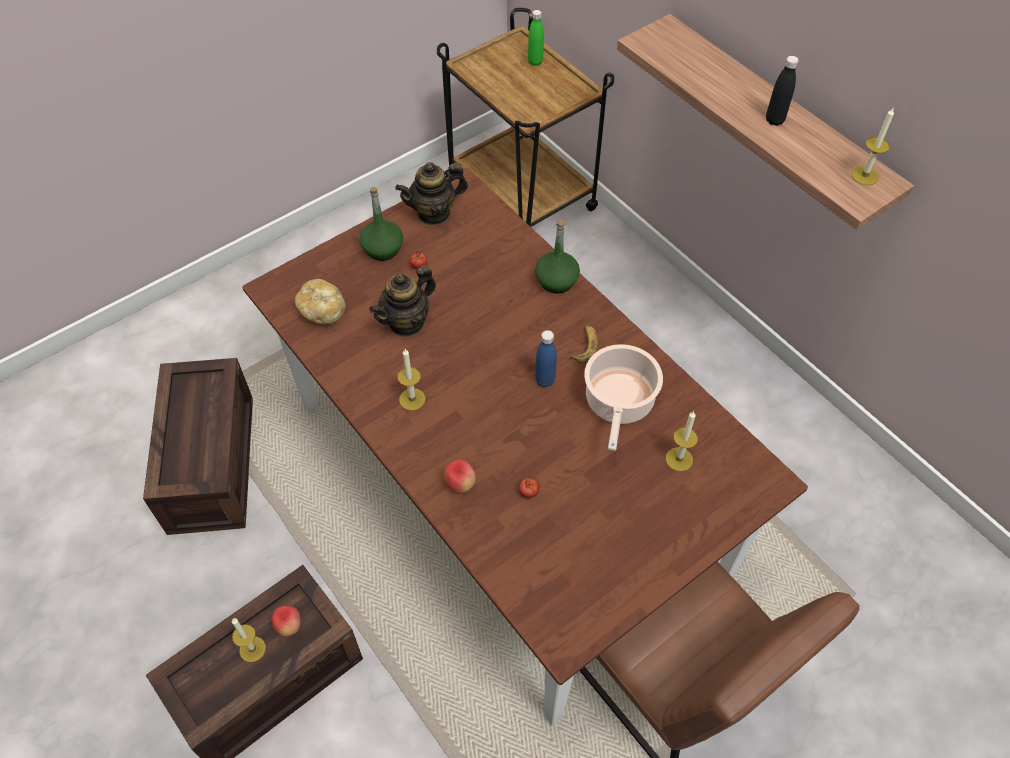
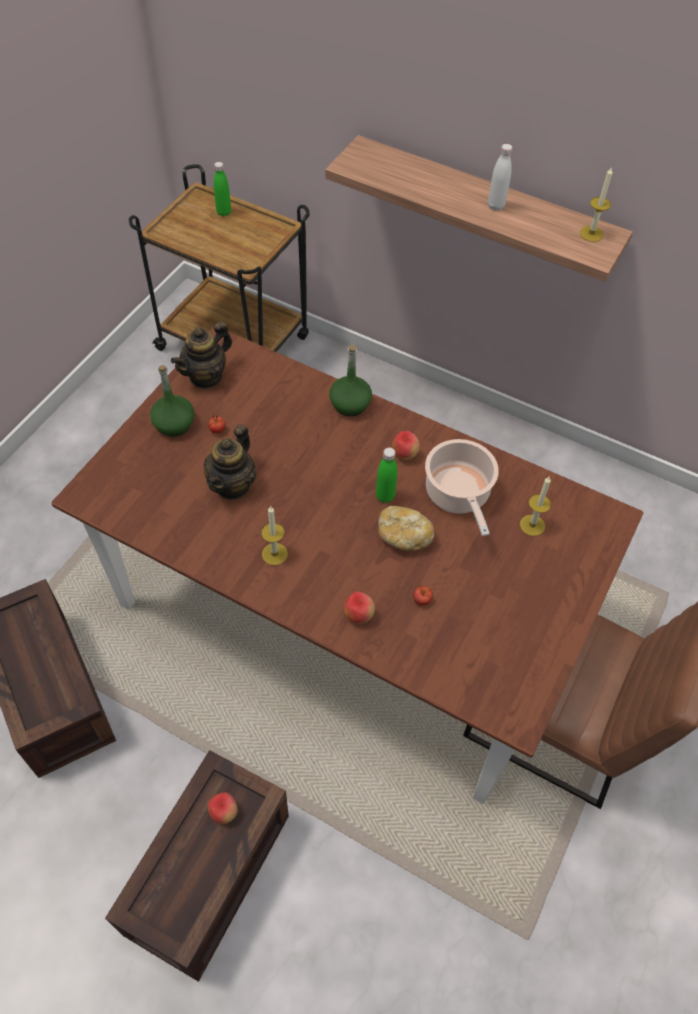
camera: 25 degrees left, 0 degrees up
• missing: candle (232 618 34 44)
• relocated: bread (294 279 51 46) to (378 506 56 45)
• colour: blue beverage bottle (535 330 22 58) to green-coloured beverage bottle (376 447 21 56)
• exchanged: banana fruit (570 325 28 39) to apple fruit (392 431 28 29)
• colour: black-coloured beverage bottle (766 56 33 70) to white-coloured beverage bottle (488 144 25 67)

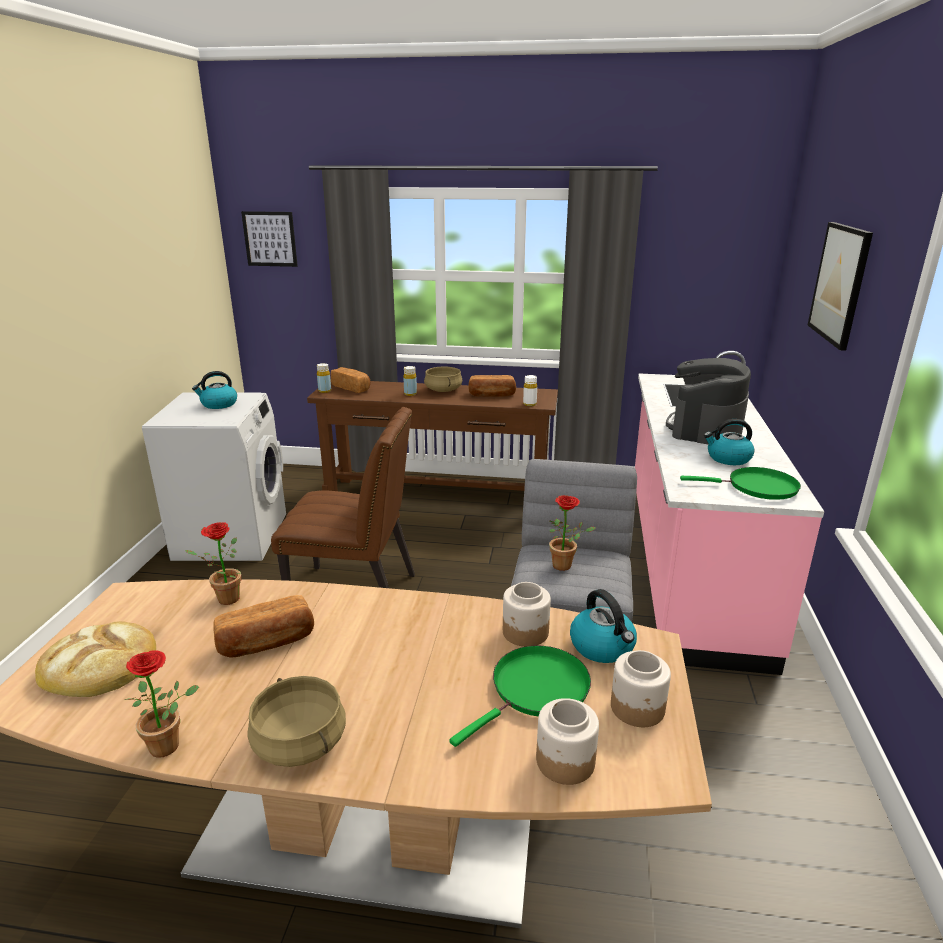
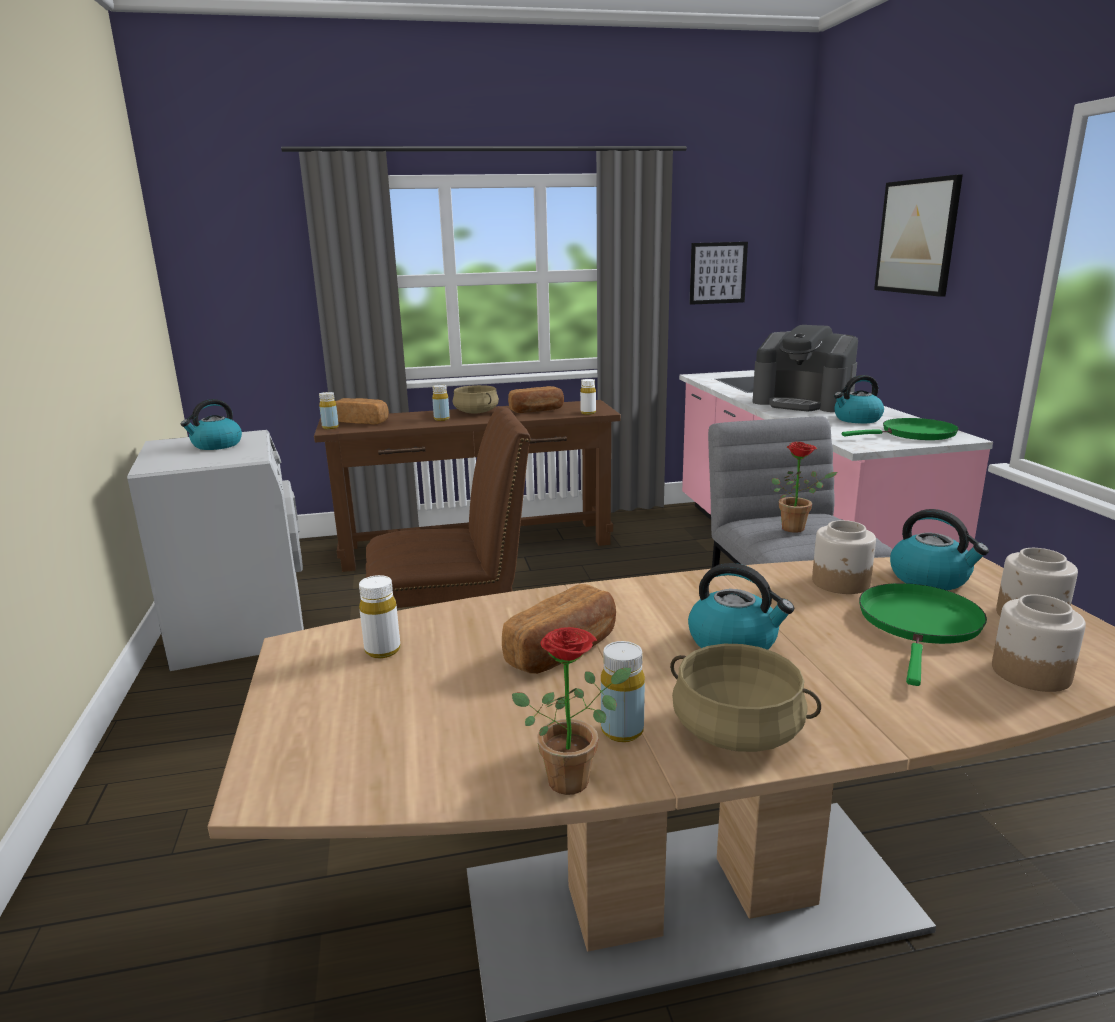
camera: 20 degrees left, 5 degrees down
• missing: bread (35 621 121 76)
• missing: plant in a pot (185 522 56 83)
• relocated: wall art (241 211 57 56) to (689 242 59 63)
• spun: coffee machine (666 358 85 86) = (752 325 106 87) 60 degrees counterclockwise
• appeared: white-coloured beverage bottle (359 575 41 83)
• appeared: yellowish beverage bottle (601 641 44 101)
• appeared: kettle (688 563 106 87)

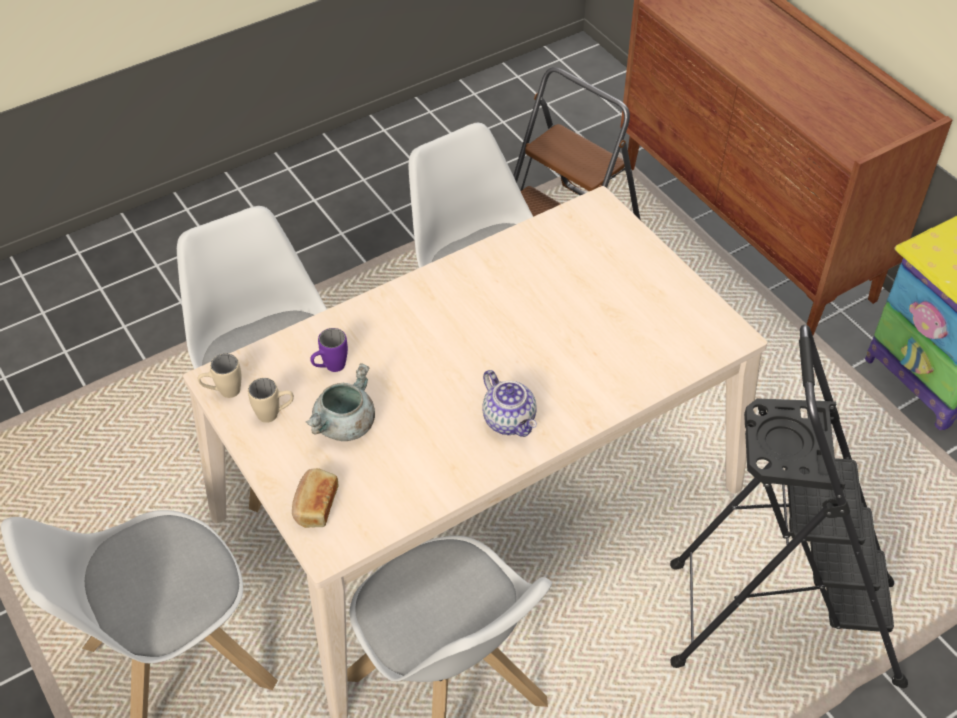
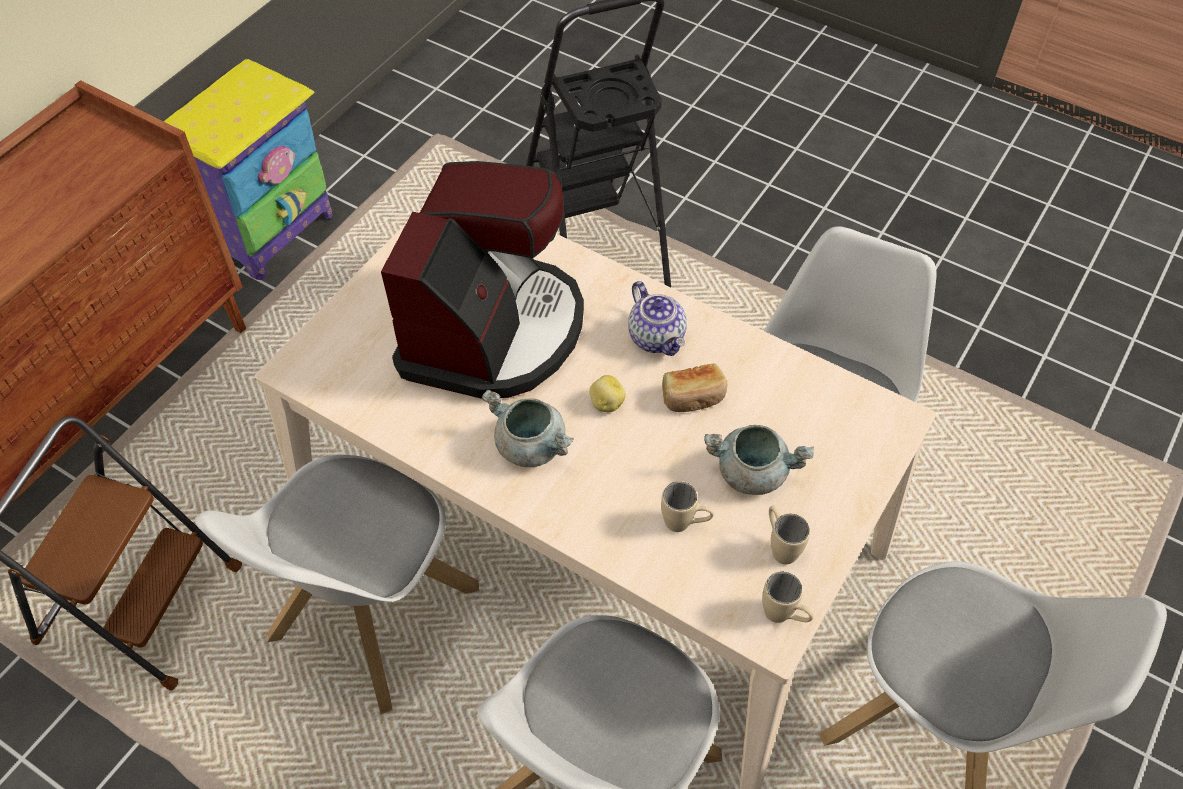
camera: 115 degrees left, 5 degrees up
• relocated: bread (292 468 46 60) to (662 363 66 49)
• colour: purplish mug (310 328 38 44) to sand-coloured mug (661 481 53 51)
• spun: pot for tea (482 370 55 67) = (628 281 59 75) 120 degrees clockwise
• appeared: coffee machine (381 161 203 238)
• appeared: gray cooking pot (482 390 92 77)
• appeared: potato (589 375 37 37)

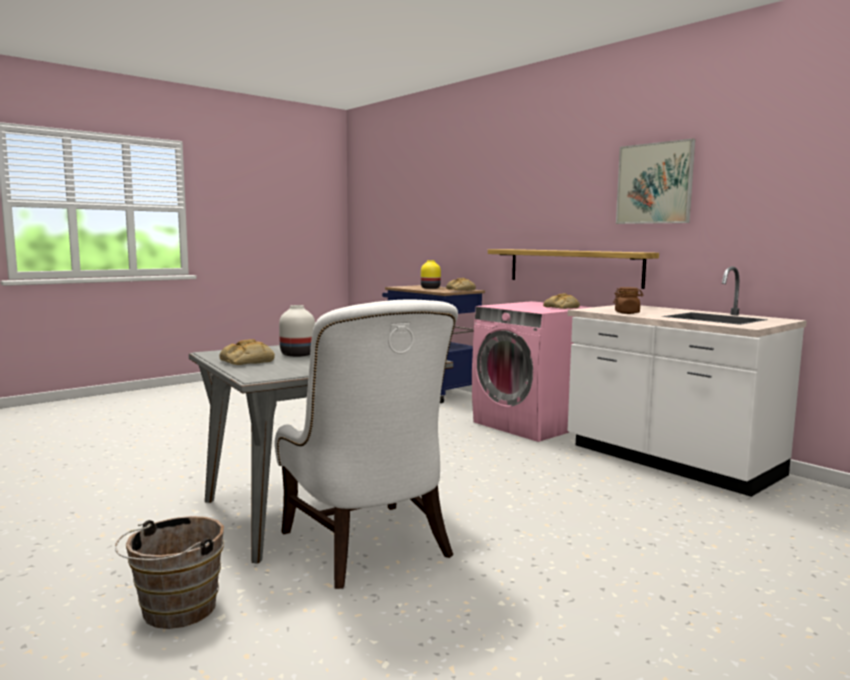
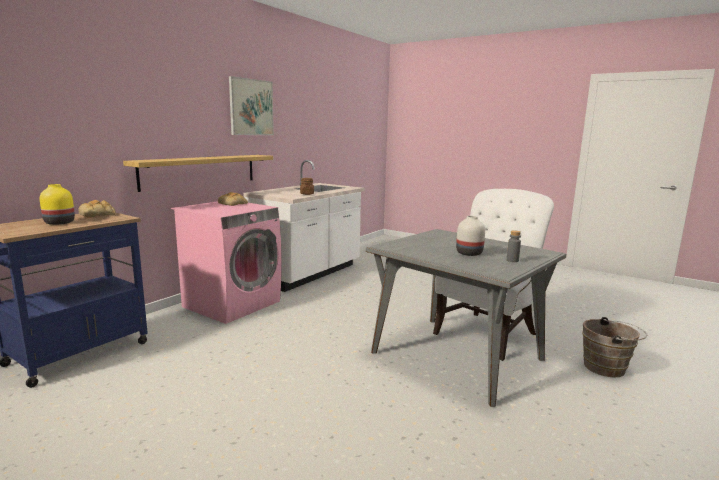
camera: 105 degrees left, 5 degrees up
• exchanged: bread (220 339 55 26) to gray beverage bottle (507 230 14 32)

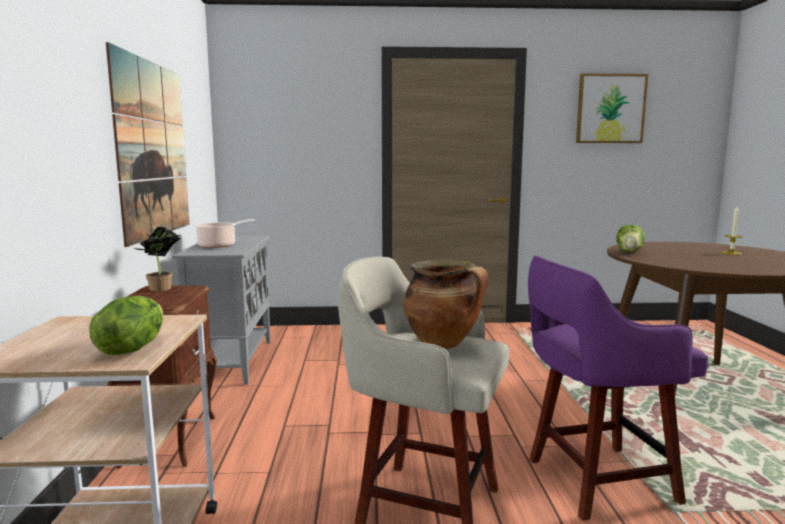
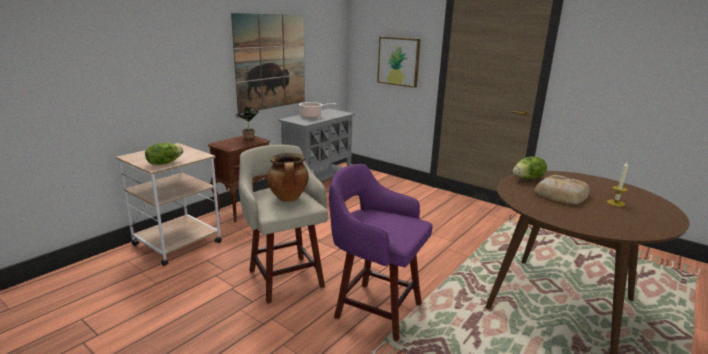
camera: 40 degrees right, 10 degrees up
• relocated: wall art (576 73 72 70) to (377 37 44 51)
• appeared: bread (534 175 56 30)

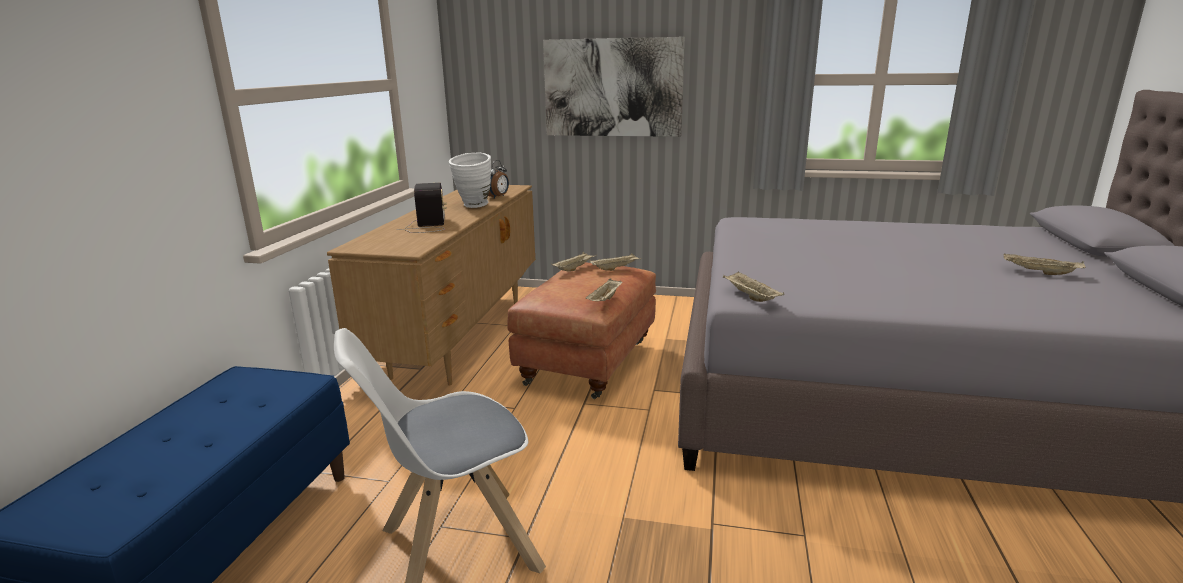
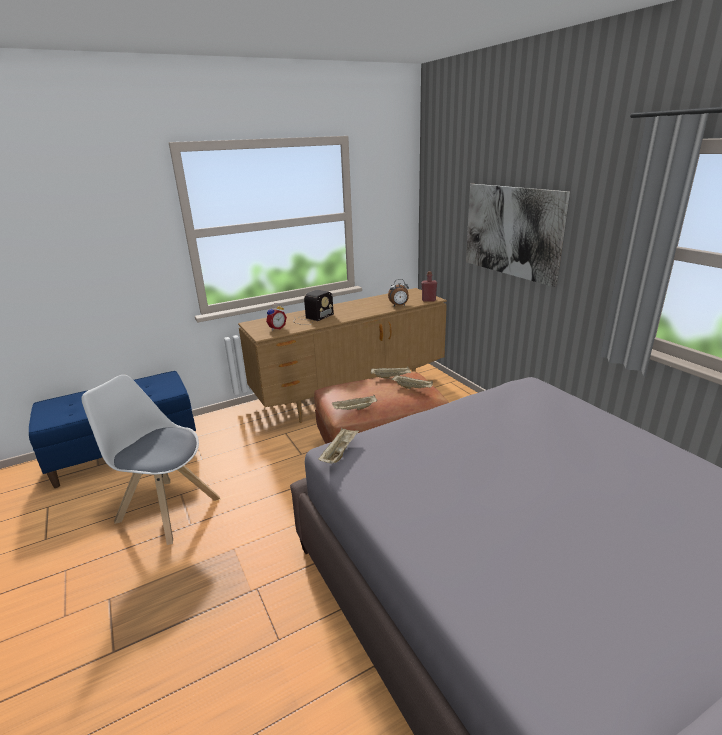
camera: 50 degrees right, 5 degrees up
• missing: white-coloured decorative vase (449 153 42 55)
• missing: sand-coloured carrying tray (1004 253 82 22)
• appeared: bedside clock (266 303 21 28)
• appeared: red beverage bottle (421 271 16 31)

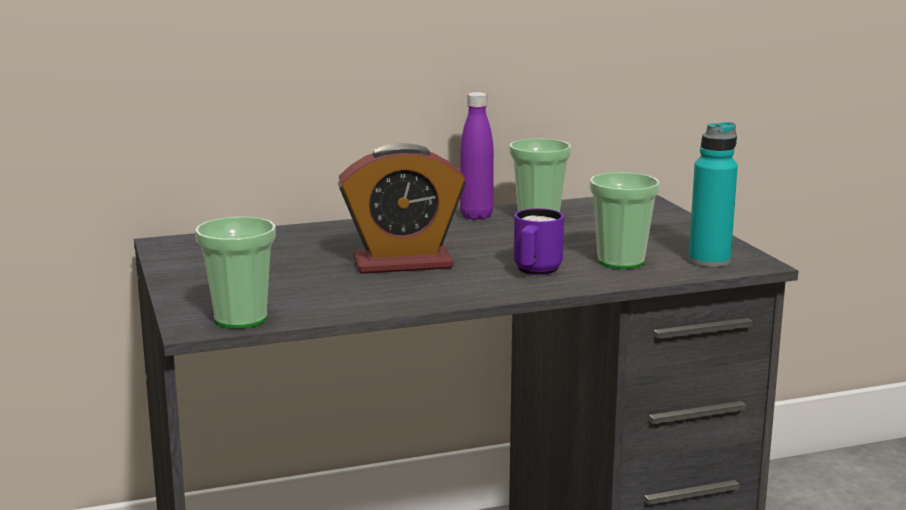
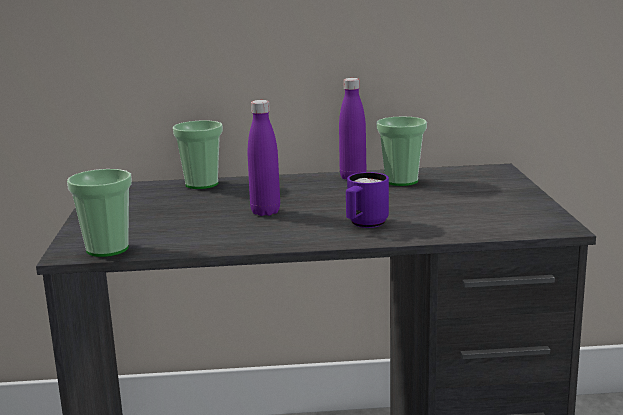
camera: 15 degrees right, 0 degrees up
• exchanged: bedside clock (338 143 128 131) to purplish beverage bottle (248 100 32 116)
• relocated: drinking cup (589 172 71 97) to (173 121 50 68)
• missing: turquoise-coloured beverage bottle (688 122 50 145)

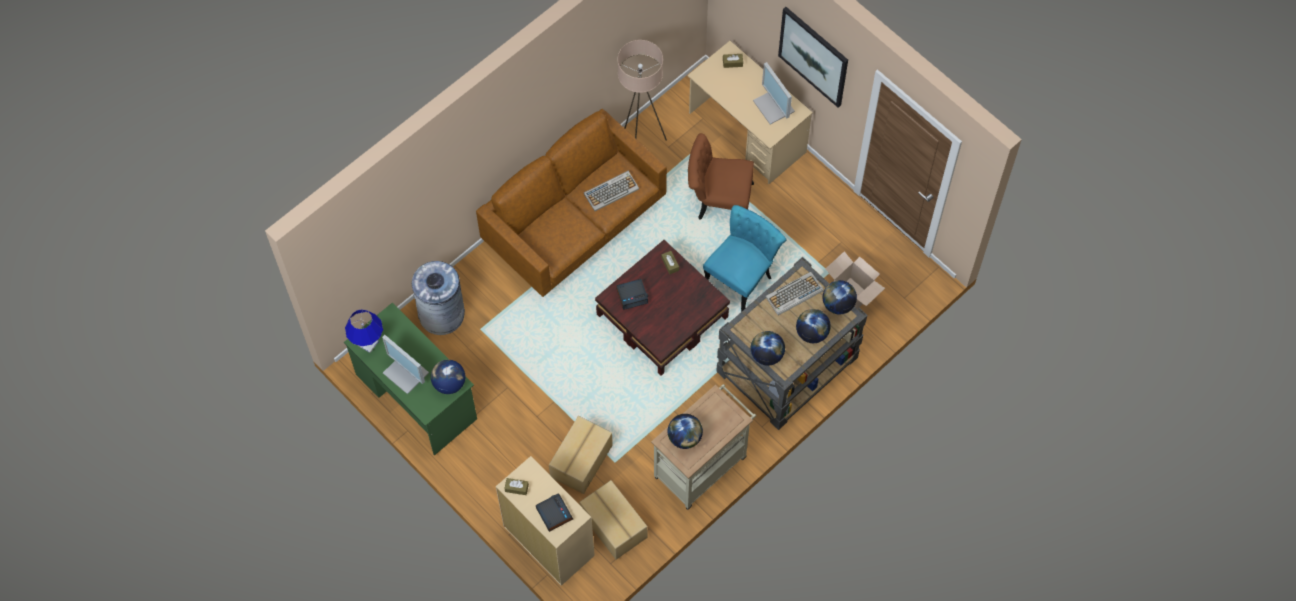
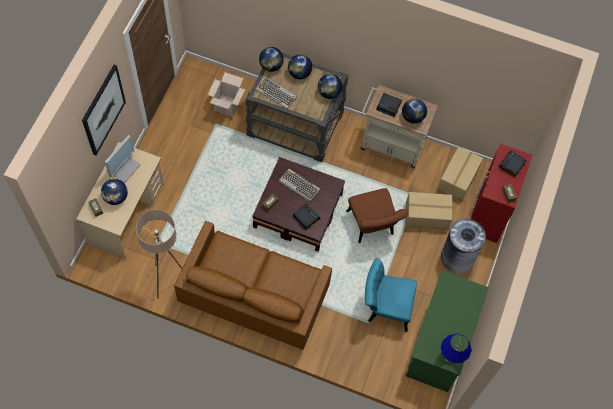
camera: 120 degrees left, 0 degrees up
• missing: monitor (382 335 47 59)
• relocated: gray rubbish bin (412 261 53 74) to (441 219 45 55)
• relocated: world globe (431 360 34 34) to (101 179 27 26)
• colour: sand-coloured storage cabinet (496 456 99 130) to red storage cabinet (470 144 62 99)
• relocated: computer keyboard (584 171 55 40) to (279 169 41 33)
• relocated: brown-coloured plain chair (688 133 66 87) to (346 188 62 55)
• relocated: turquoise-coloured plain chair (703 205 84 107) to (365 258 52 74)
• appeared: bedside clock (376 93 26 24)

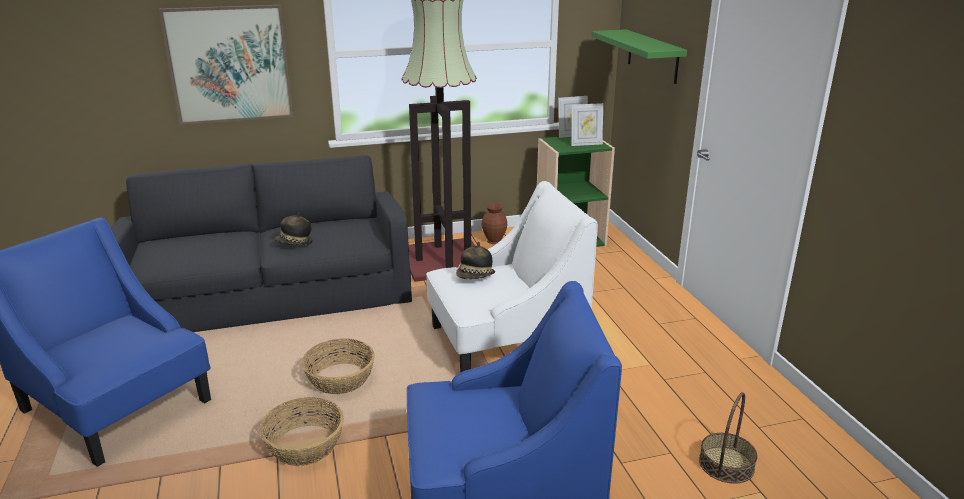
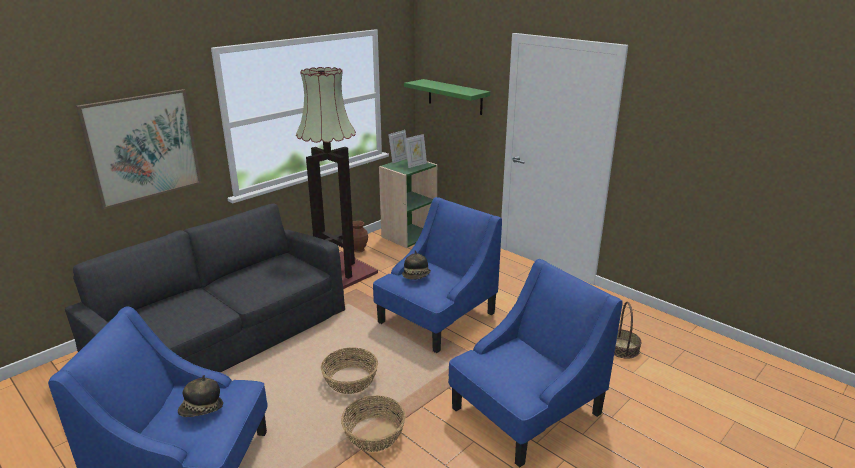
camera: 30 degrees left, 0 degrees up
• relocated: clothing hat (274 213 39 33) to (178 375 45 42)
• colour: white-coloured armchair (426 181 172 192) to blue armchair (373 197 129 156)

